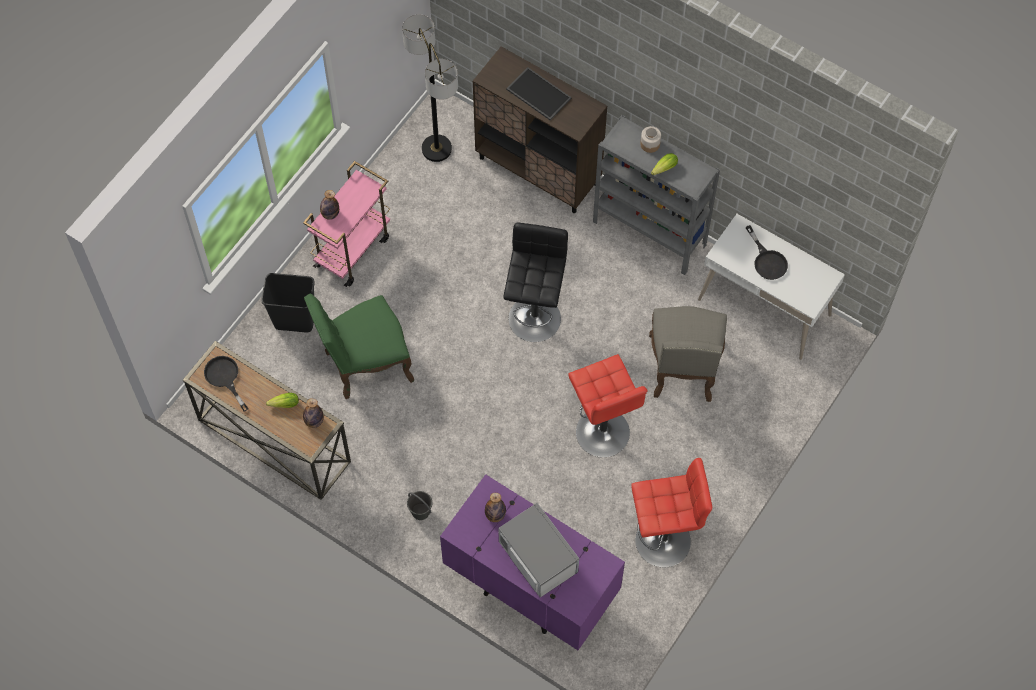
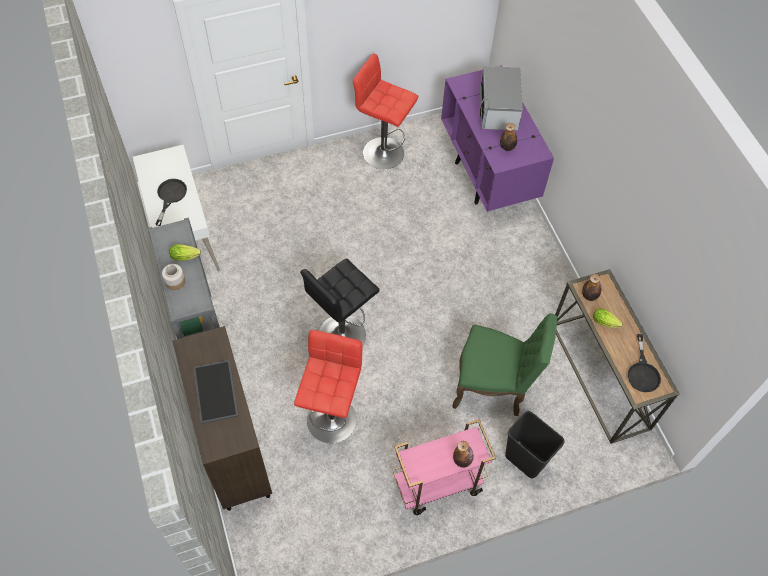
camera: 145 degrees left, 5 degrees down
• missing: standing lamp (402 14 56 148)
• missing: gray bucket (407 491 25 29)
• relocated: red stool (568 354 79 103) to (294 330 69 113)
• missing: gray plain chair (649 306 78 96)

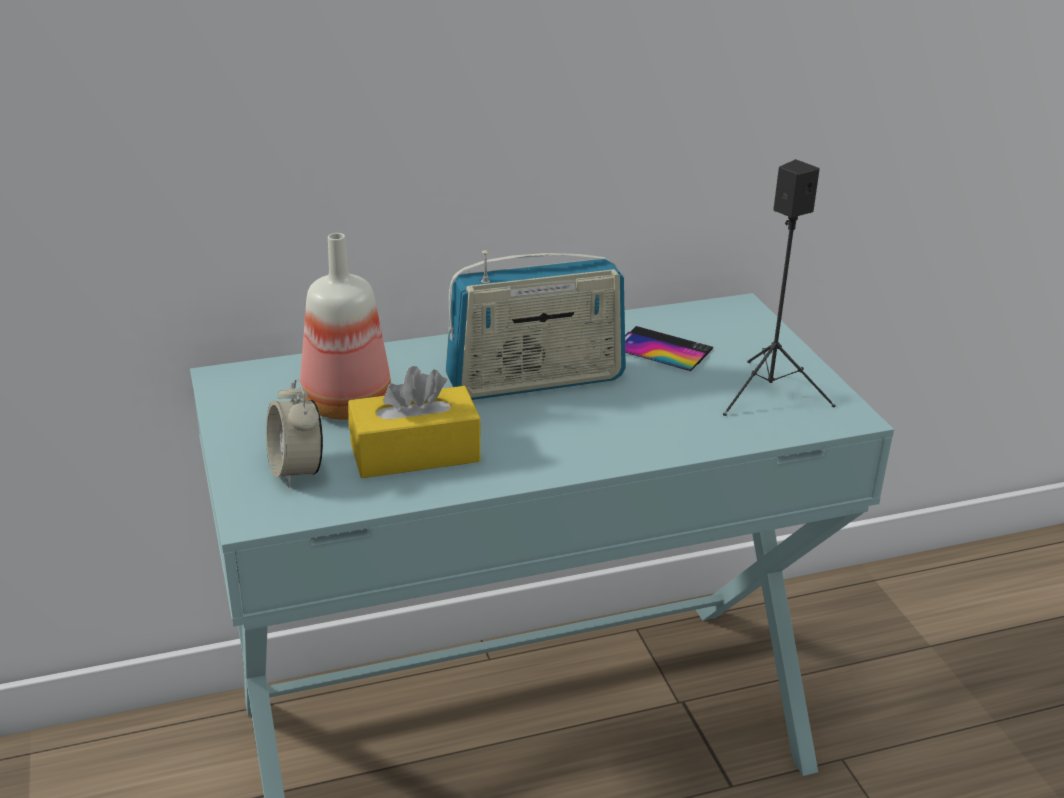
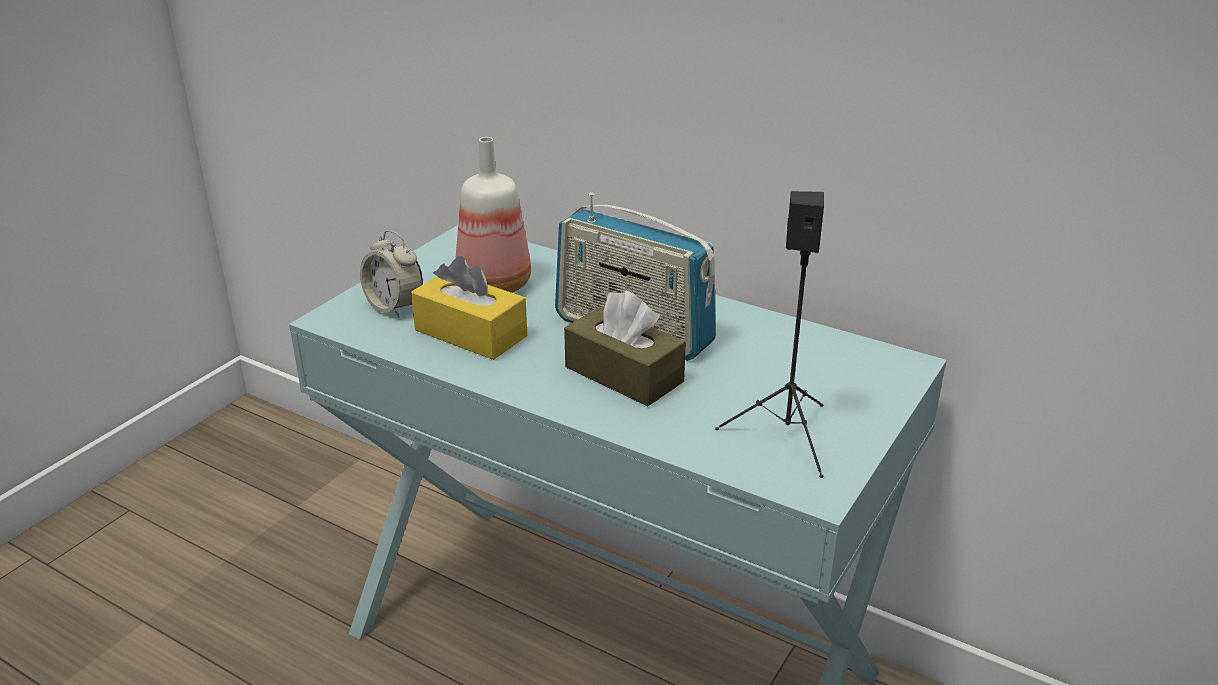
camera: 50 degrees right, 0 degrees up
• spun: bedside clock (266 378 57 110) = (360 230 63 88) 75 degrees counterclockwise
• missing: telephone (625 326 88 45)
• appeared: brown-coloured box of tissues (564 290 122 116)

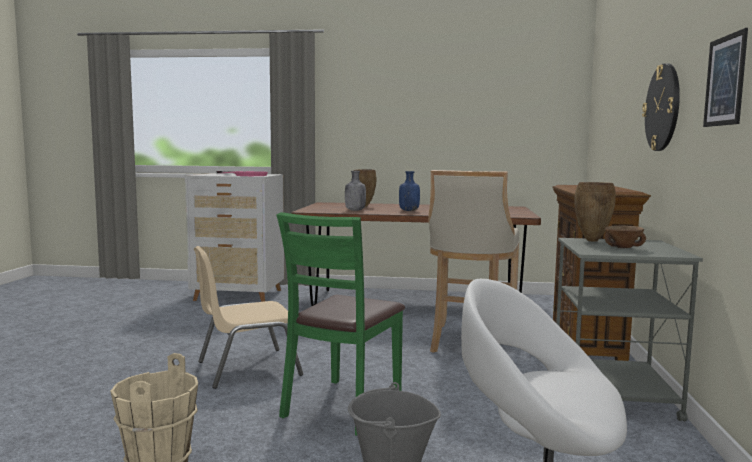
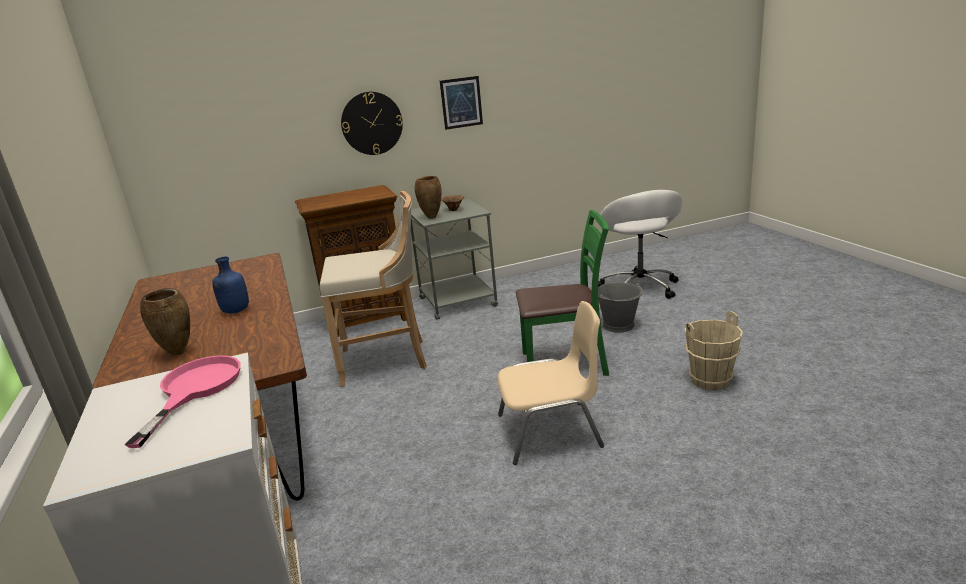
camera: 115 degrees left, 15 degrees up
• spun: sand-coloured plain chair (194 246 109 143) = (498 301 106 164) 45 degrees counterclockwise
• missing: gray beverage bottle (345 171 21 40)

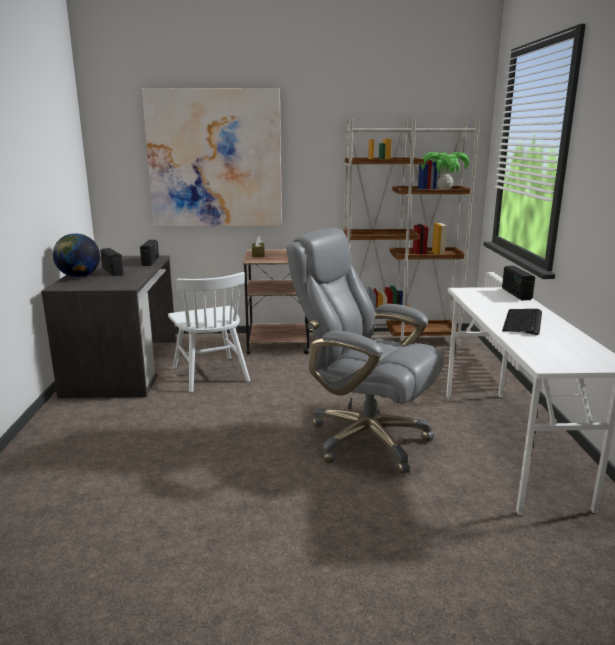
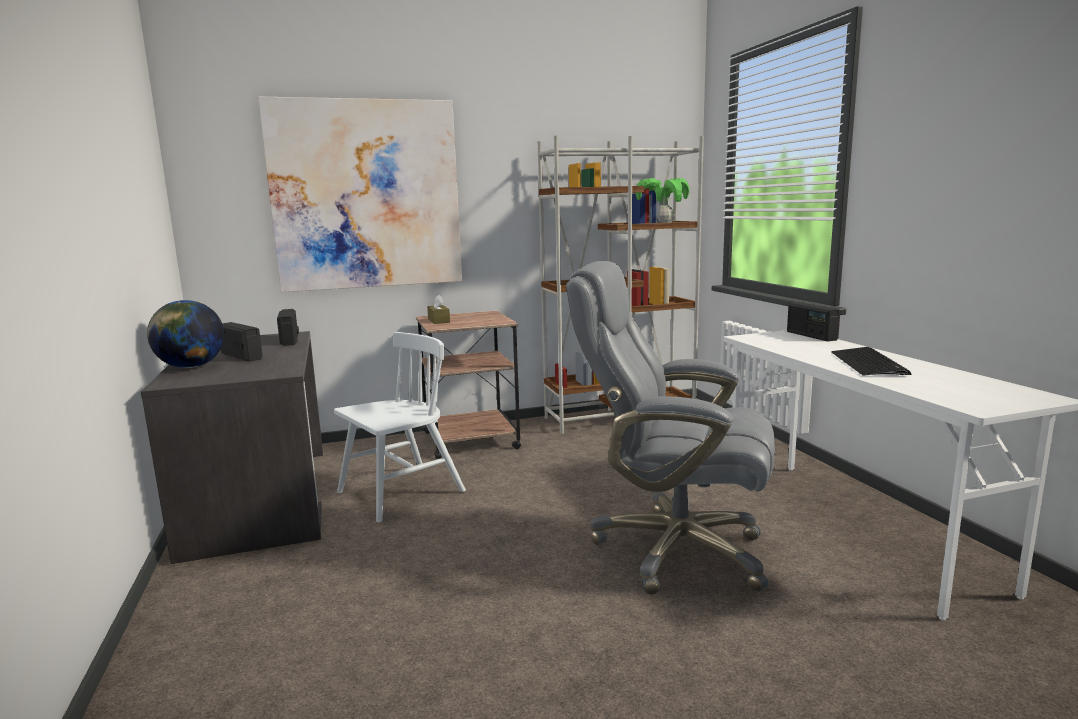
camera: 15 degrees left, 5 degrees down
• spun: white-coloured plain chair (168 272 82 120) = (334 332 132 191) 90 degrees counterclockwise

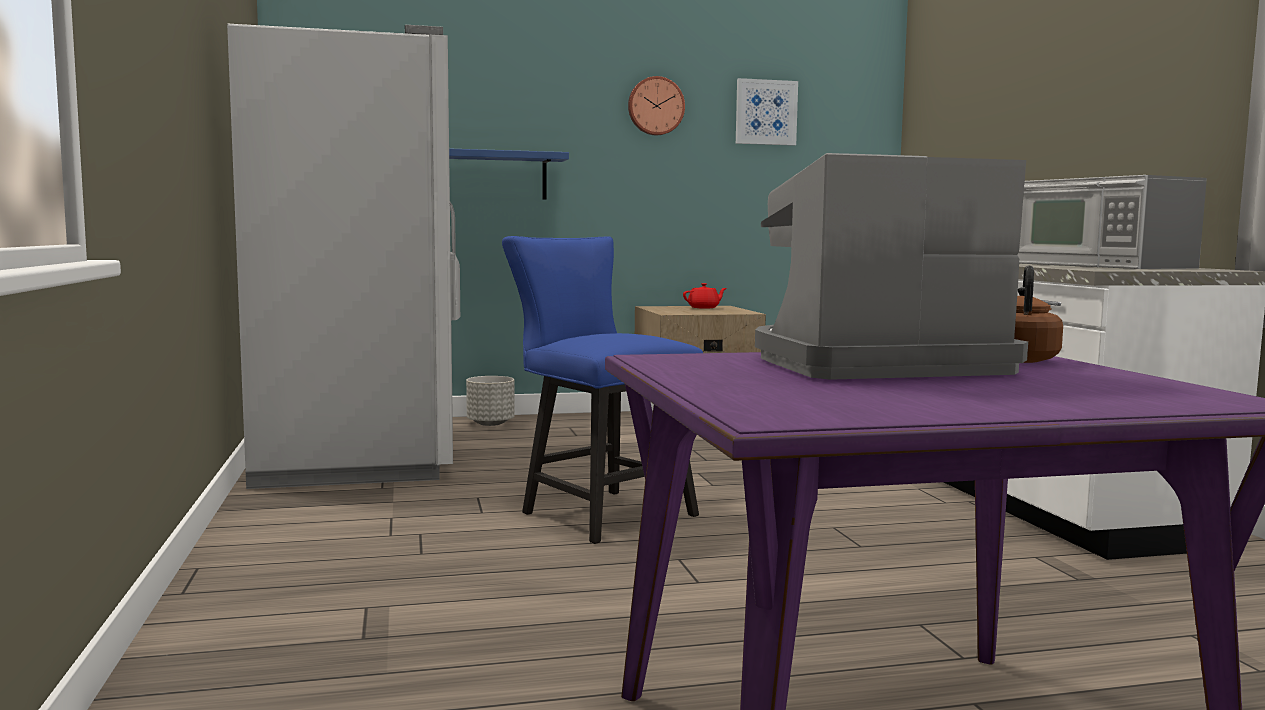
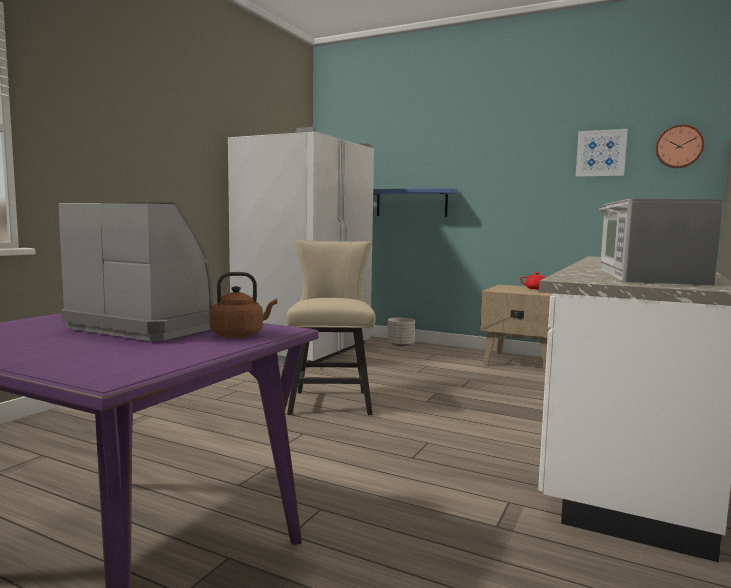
camera: 40 degrees right, 0 degrees up
• colour: blue plain chair (502 236 201 308) to sand-coloured plain chair (286 240 90 175)
• relocated: wall clock (628 76 57 59) to (656 124 48 44)

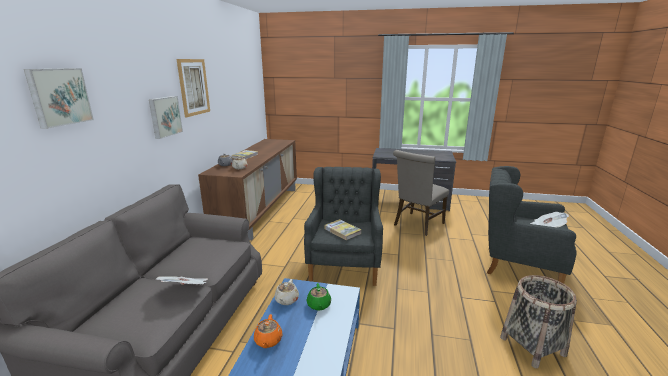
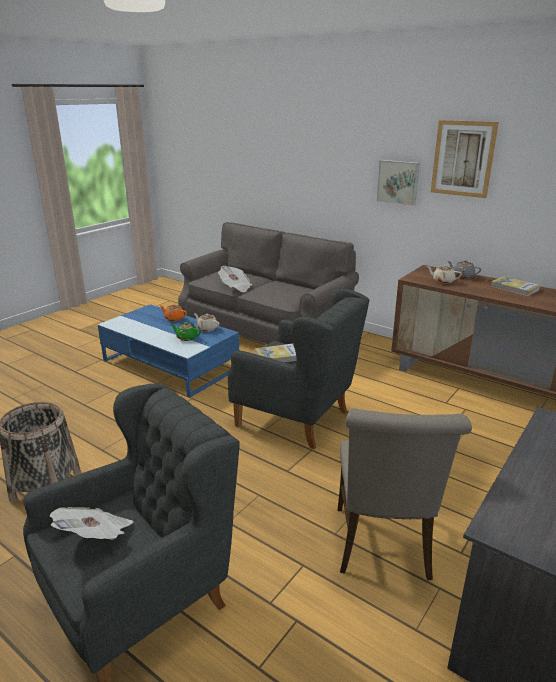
camera: 115 degrees right, 5 degrees up
• missing: wall art (24 68 70 61)
• spun: sand-coloured plain chair (393 150 56 86) = (338 408 134 173) 150 degrees counterclockwise

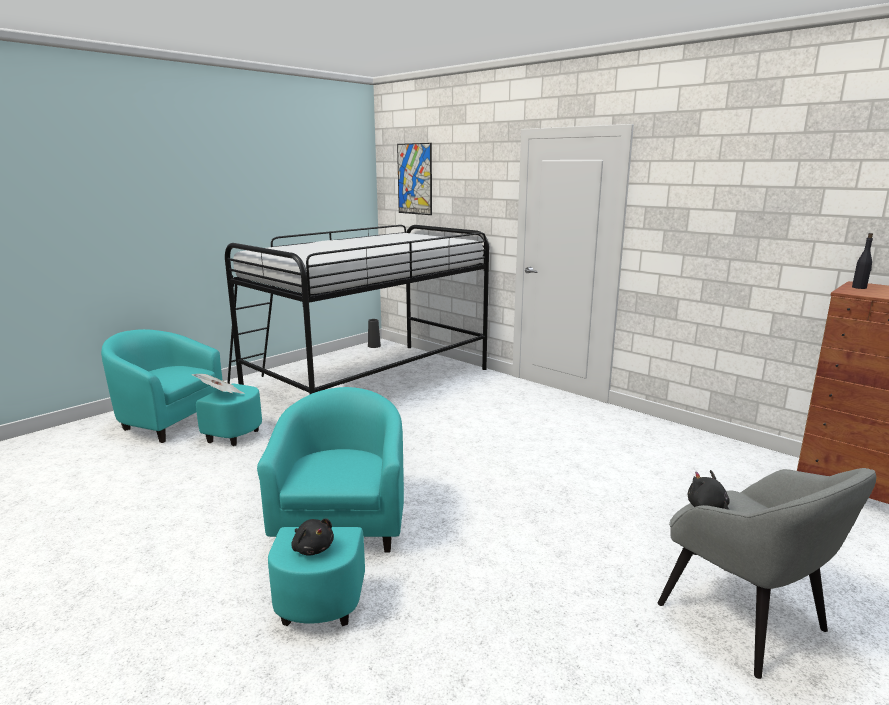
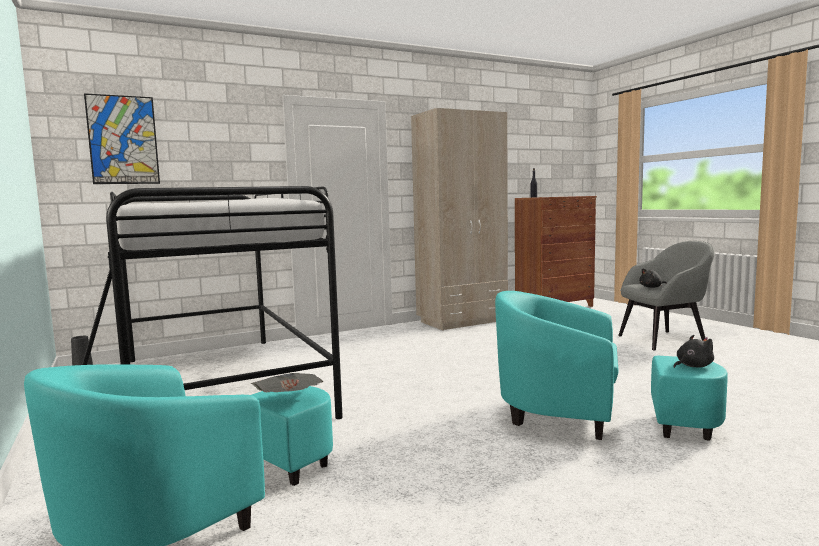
camera: 70 degrees left, 10 degrees down
• appeared: sand-coloured armoire (411 108 97 222)

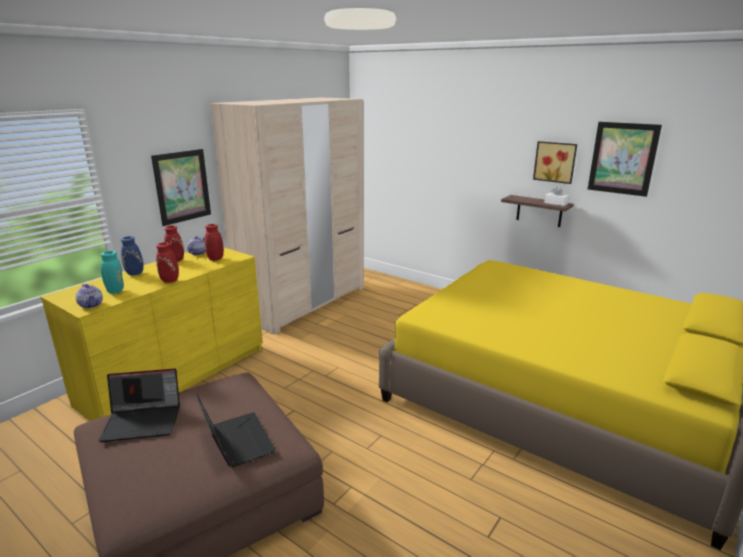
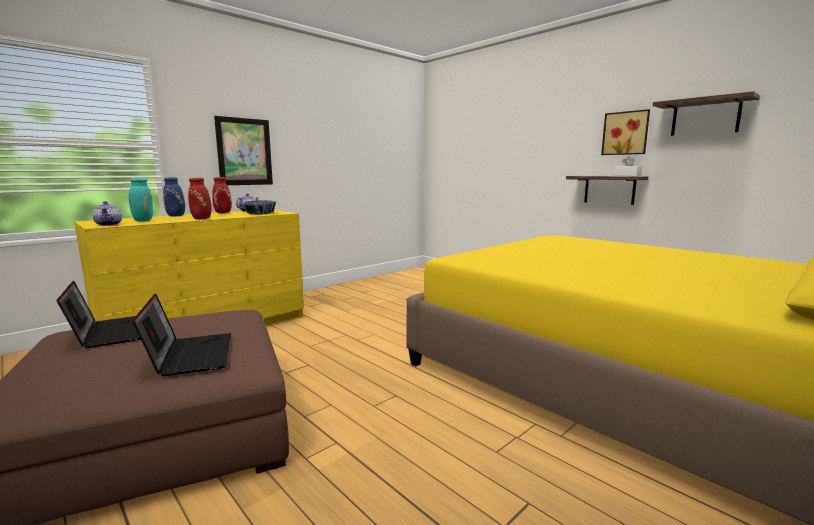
camera: 10 degrees right, 10 degrees down
• spun: notebook computer (98 368 82 74) = (56 281 85 67) 120 degrees counterclockwise
• exchanged: red decorative vase (205 224 19 37) to serving bowl (242 200 34 15)
• missing: sand-coloured armoire (210 97 154 238)
• exchanged: wall art (588 122 74 75) to shelf (653 91 107 45)

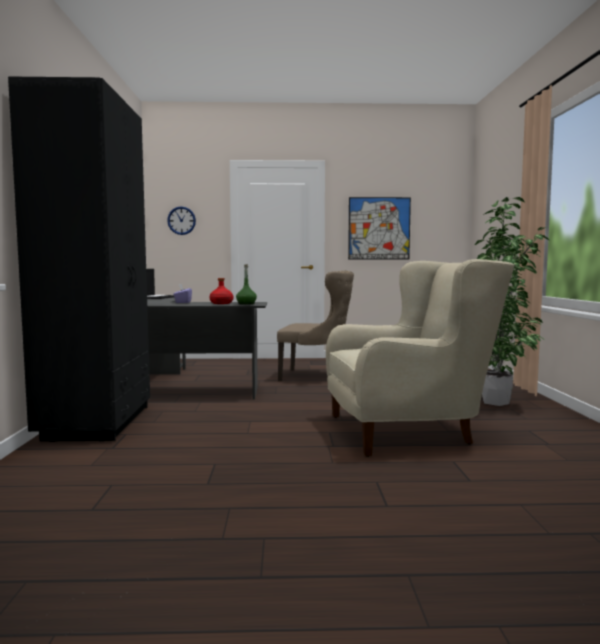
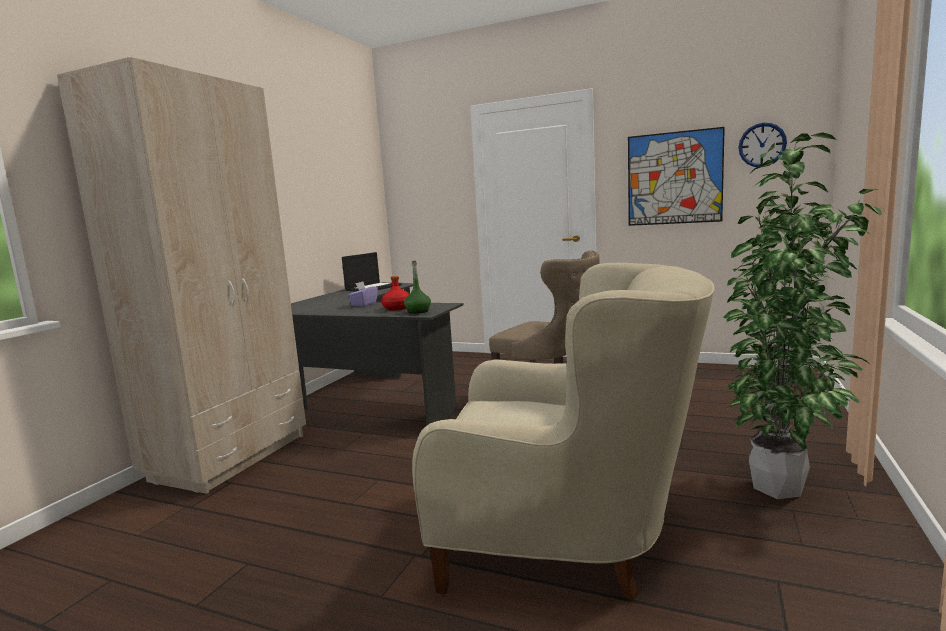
camera: 25 degrees right, 5 degrees up
• colour: black-coloured armoire (8 77 142 365) to sand-coloured armoire (57 57 249 437)
• relocated: wall clock (167 206 29 29) to (738 123 49 44)

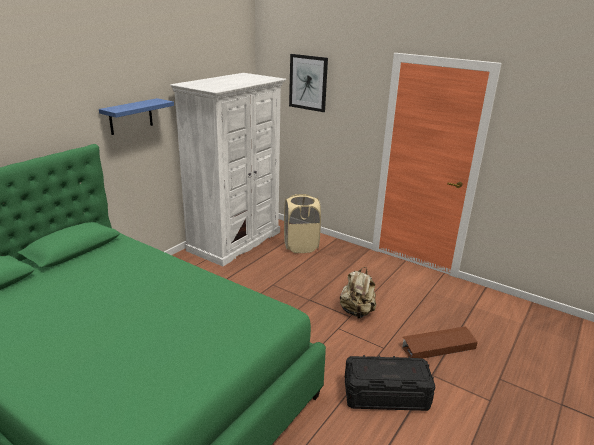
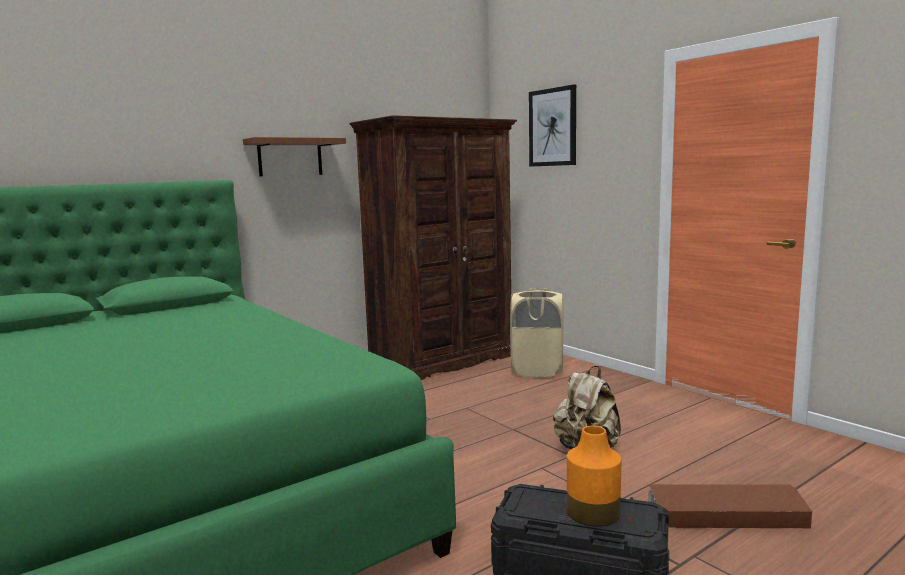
camera: 20 degrees right, 15 degrees down
• colour: blue shelf (99 98 75 37) to brown-coloured shelf (243 137 103 39)
• colour: white-coloured armoire (170 73 116 193) to brown-coloured armoire (350 115 167 265)
• appeared: orange decorative vase (567 426 54 101)

